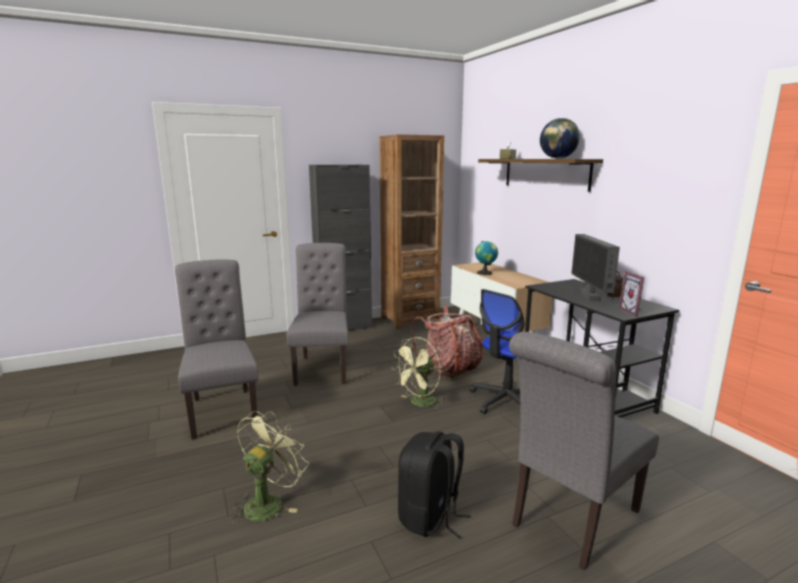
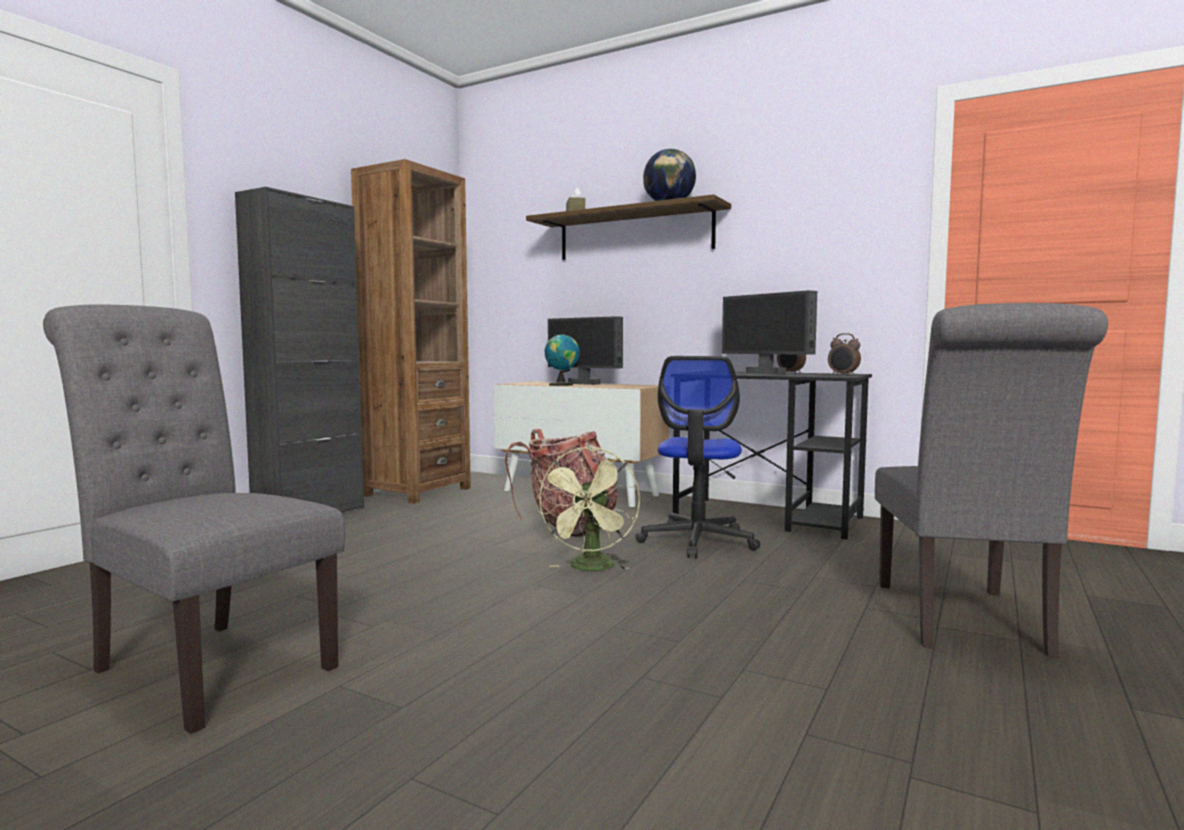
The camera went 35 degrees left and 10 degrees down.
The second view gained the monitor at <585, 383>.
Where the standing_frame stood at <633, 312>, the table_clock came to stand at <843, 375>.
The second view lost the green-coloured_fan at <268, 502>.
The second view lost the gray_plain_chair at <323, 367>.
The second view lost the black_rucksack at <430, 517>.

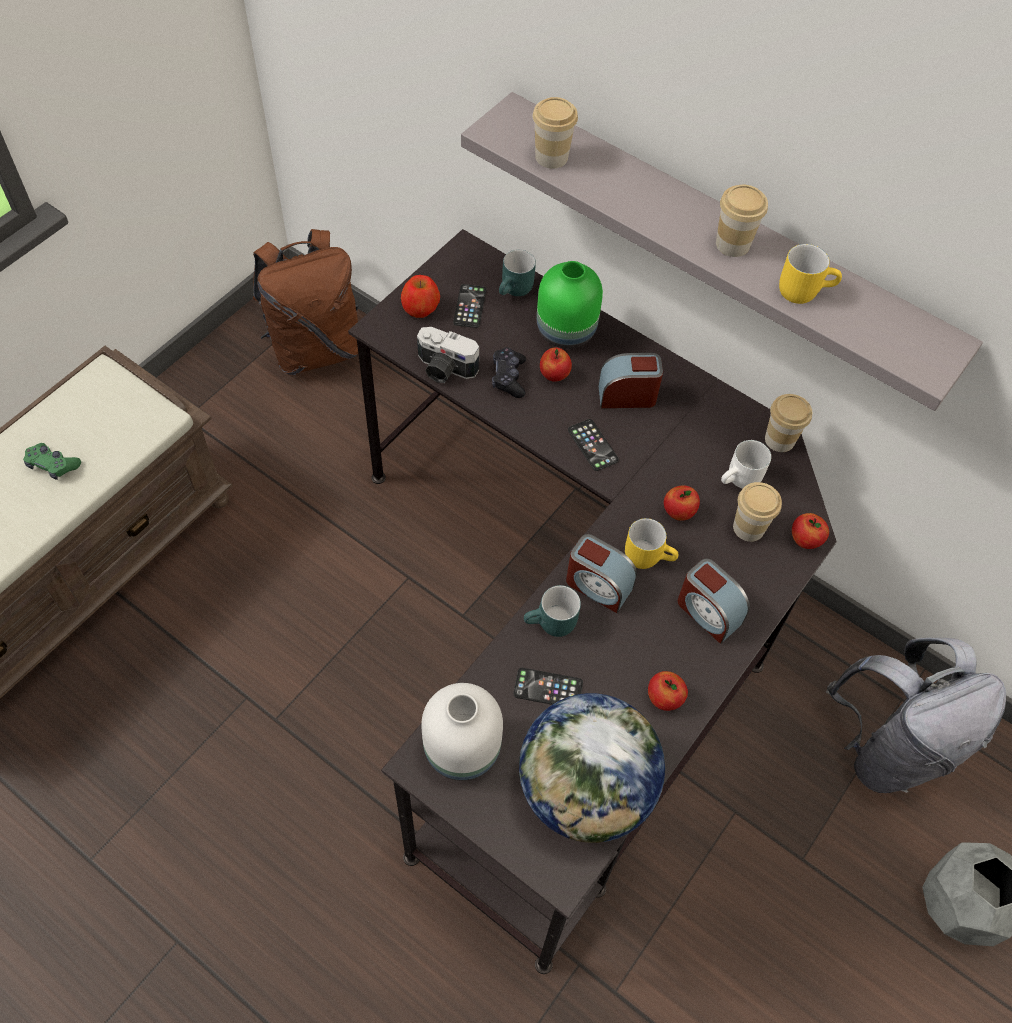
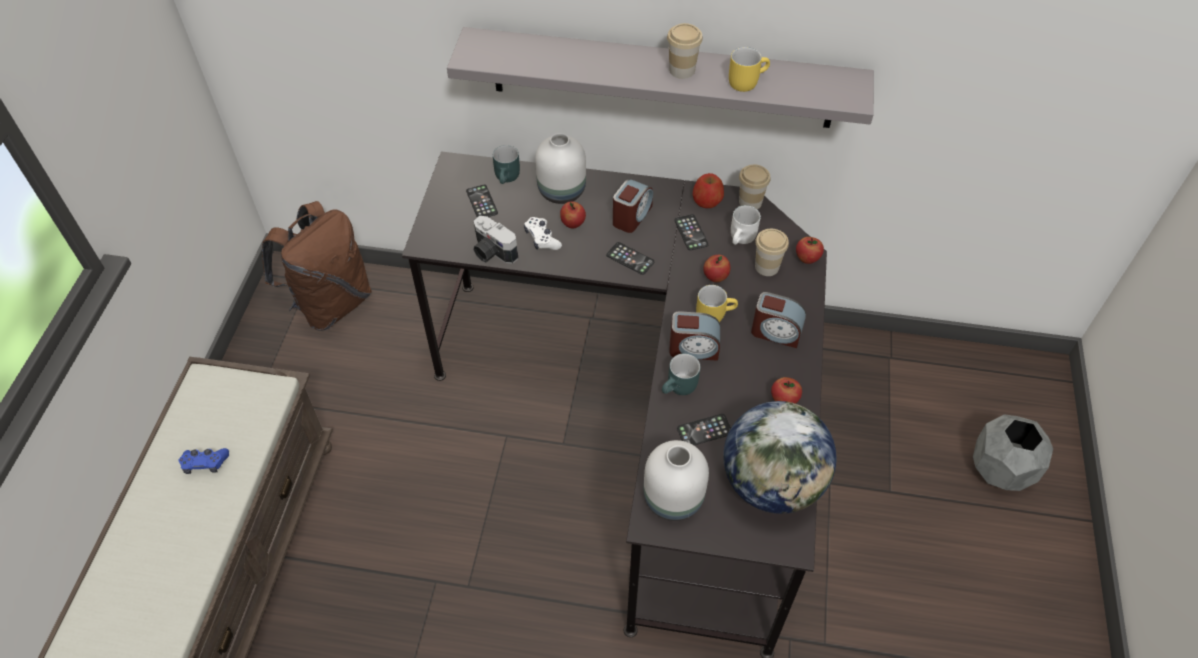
The camera went 25 degrees left and 5 degrees down.
What was the green-coloured_game_controller at <53, 465> turned into the blue_game_controller at <205, 463>.
The still_camera at <444, 369> ended up facing another way, 45 degrees clockwise from before.
What was the black_game_controller at <508, 377> turned into the white-coloured_game_controller at <542, 239>.
What was the green-coloured_flower_vase at <567, 331> turned into the white-coloured_flower_vase at <563, 191>.
The table_clock at <627, 395> ended up facing another way, 150 degrees clockwise from before.
The second view gained the phone at <691, 232>.
The apple_fruit ended up elsewhere, having gone from <420, 308> to <707, 200>.
The second view lost the drinking_cup at <551, 157>.
The second view lost the gray_rucksack at <888, 746>.

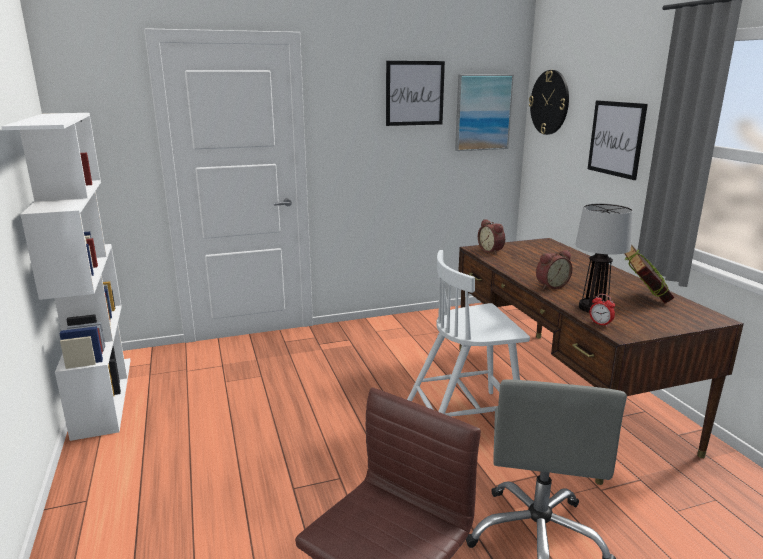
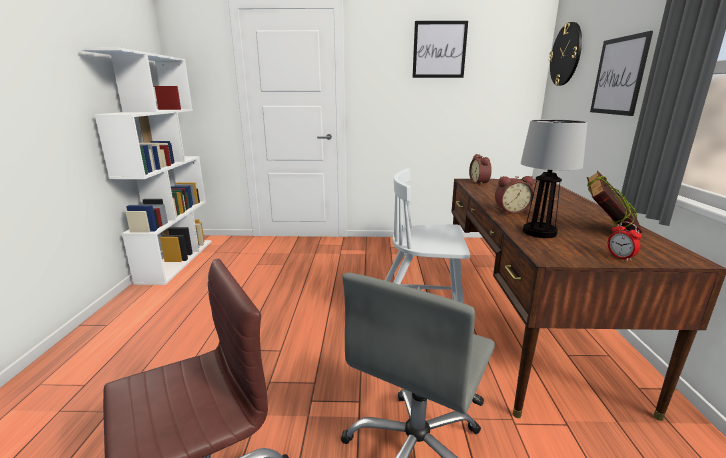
The camera went 20 degrees right and 0 degrees up.
The table_clock ended up elsewhere, having gone from <600, 324> to <620, 257>.
The second view lost the picture at <482, 112>.

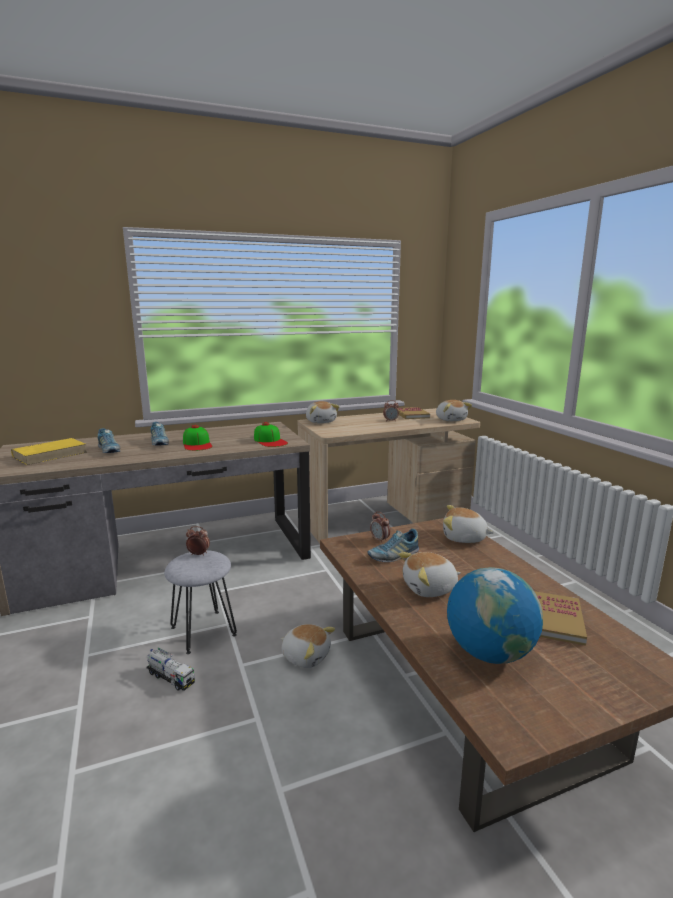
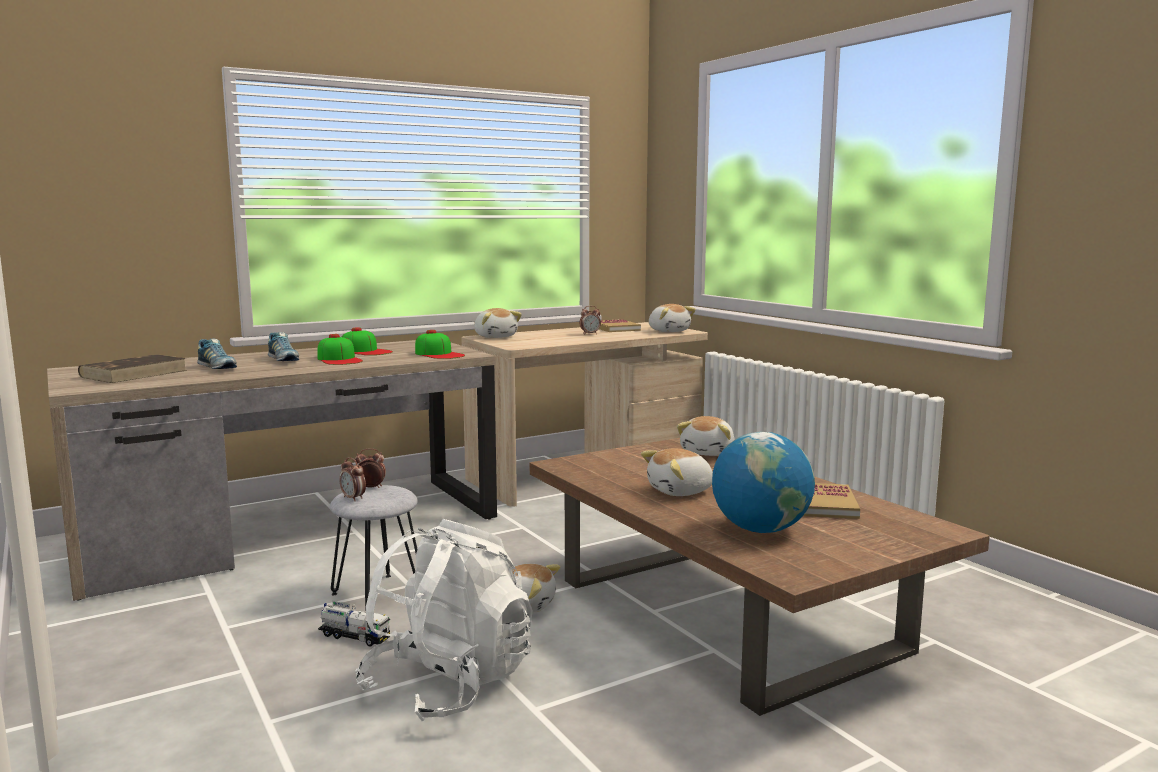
The camera went 10 degrees left and 5 degrees down.
What was the yellow_bound_book at <51, 454> turned into the brownish_bound_book at <135, 373>.
The table_clock ended up elsewhere, having gone from <379, 540> to <353, 498>.
The second view gained the peaked_cap at <365, 351>.
The second view gained the white-coloured_rucksack at <449, 684>.
The soft_toy at <464, 538> ended up facing another way, 75 degrees counterclockwise from before.
The second view lost the low_shoe at <393, 555>.

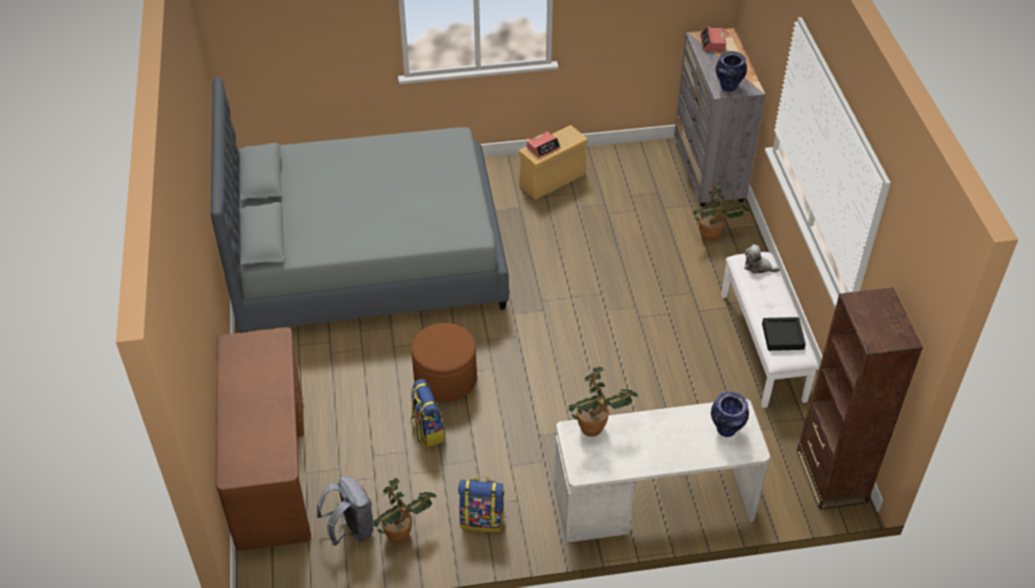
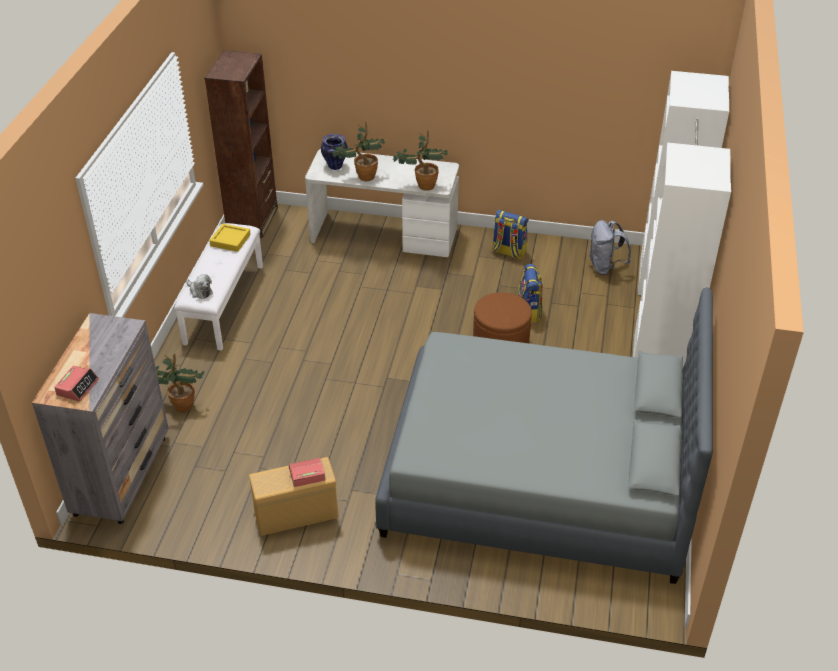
The camera went 160 degrees left and 5 degrees down.
What was the black_tray at <782, 336> turned into the yellow_tray at <230, 240>.
The potted_plant ended up elsewhere, having gone from <404, 533> to <362, 176>.
Where the brownish_desk stood at <270, 466>, the white-coloured_wardrobe came to stand at <662, 318>.
The second view lost the flower_vase at <728, 87>.

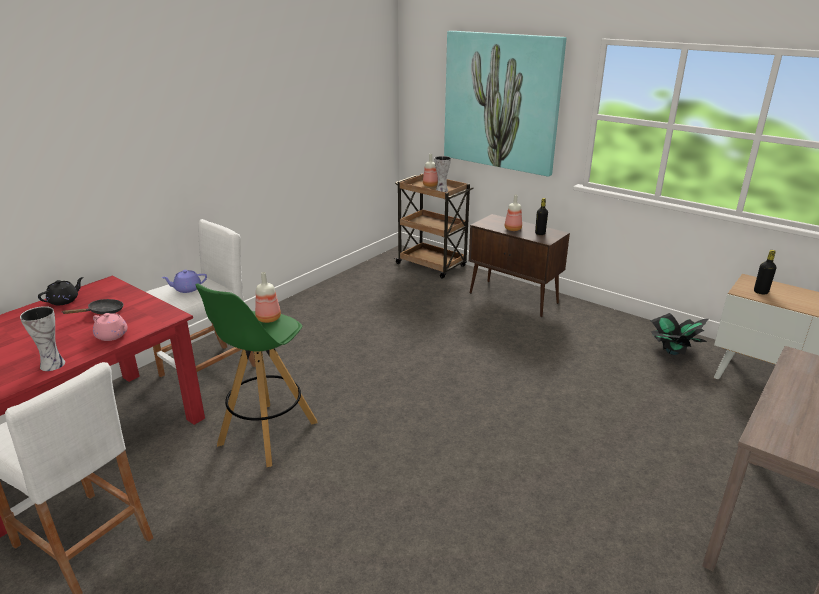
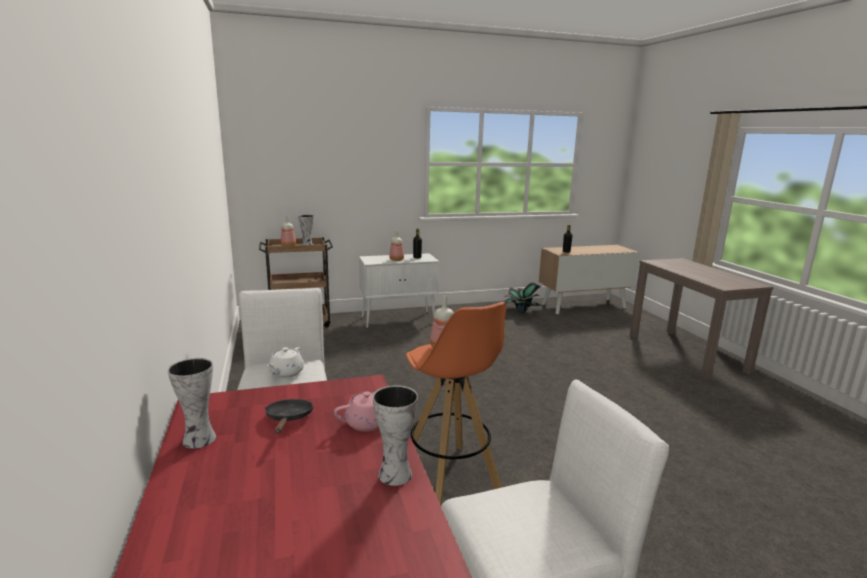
The camera went 55 degrees left and 10 degrees down.
Where the black_tea_pot stood at <64, 300>, the flower_vase came to stand at <198, 440>.
What was the purplish_tea_pot at <187, 289> turned into the white-coloured_tea_pot at <286, 373>.
What was the brownish_cabinet at <514, 298> turned into the white-coloured_cabinet at <399, 319>.
What was the green-coloured_stool_seat at <267, 434> turned into the orange_stool_seat at <450, 477>.
The second view lost the picture at <501, 102>.

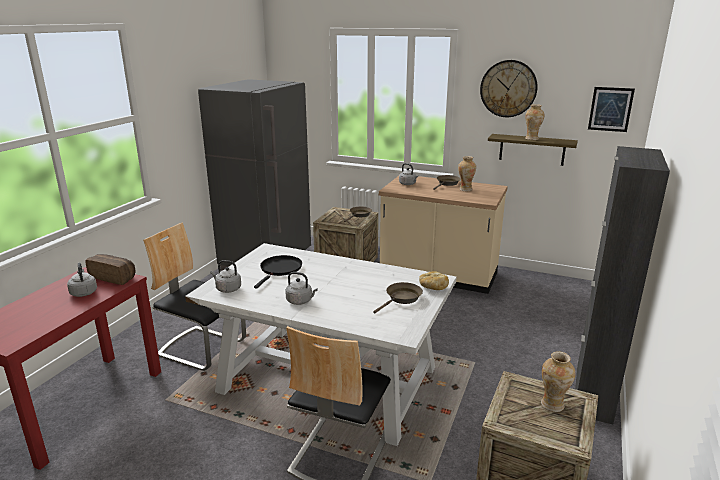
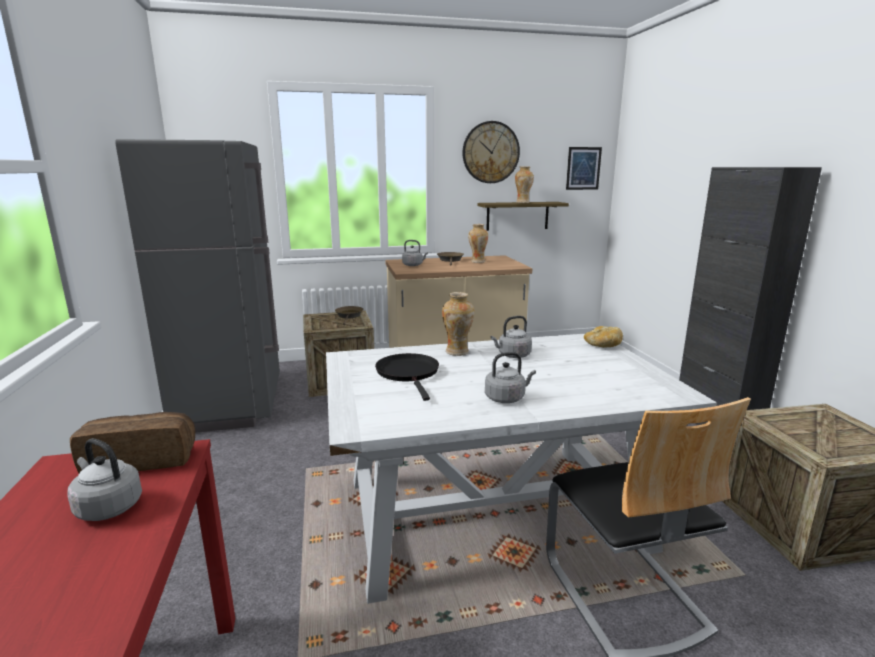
The camera went 35 degrees left and 5 degrees down.
The flower_vase ended up elsewhere, having gone from <552, 405> to <457, 352>.
The gray_tea_kettle ended up elsewhere, having gone from <227, 289> to <512, 355>.
The second view lost the plain_chair at <202, 348>.
The second view lost the brownish_skillet at <402, 299>.

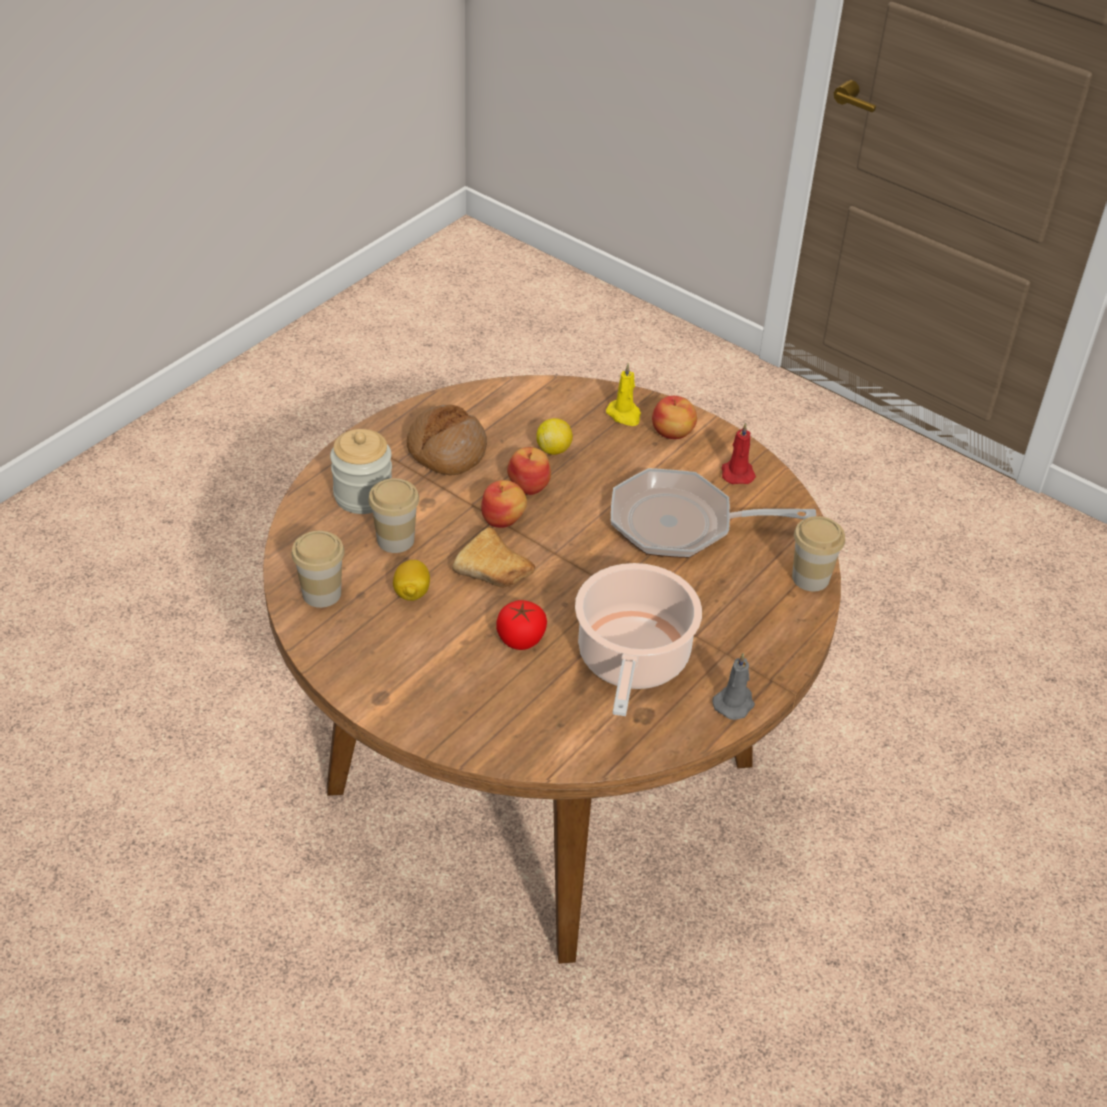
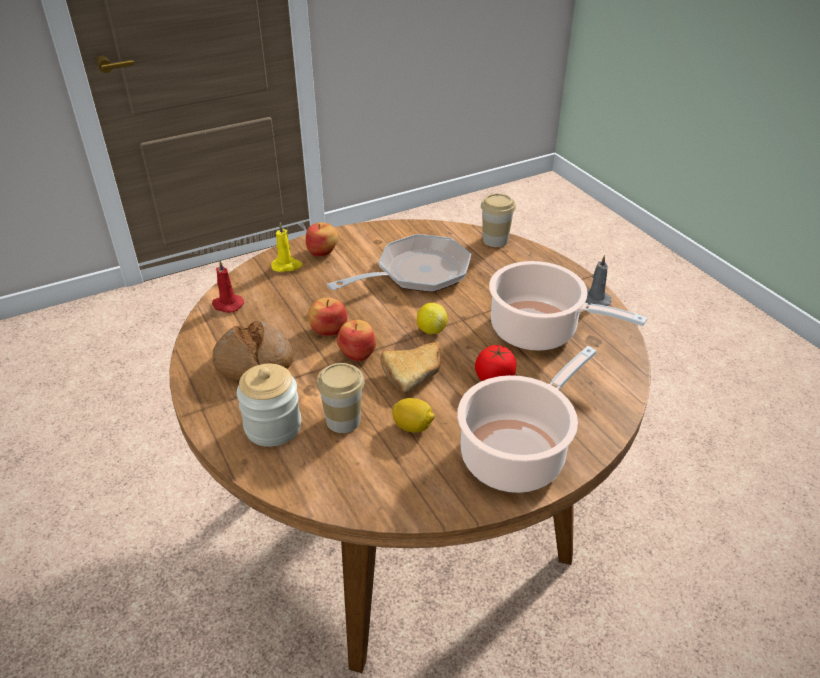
The camera went 65 degrees left and 5 degrees down.
The red_wax_light ended up elsewhere, having gone from <737, 472> to <227, 305>.
The skillet at <682, 524> ended up facing another way, 150 degrees counterclockwise from before.
The lemon ended up elsewhere, having gone from <554, 449> to <431, 330>.
The second view gained the cooking_pot at <517, 453>.
The second view lost the drinking_cup at <321, 593>.

